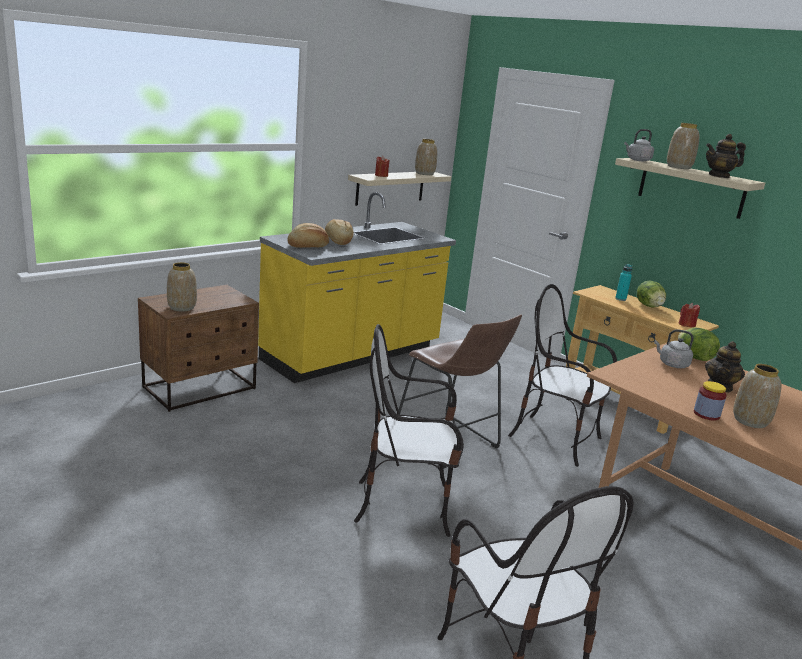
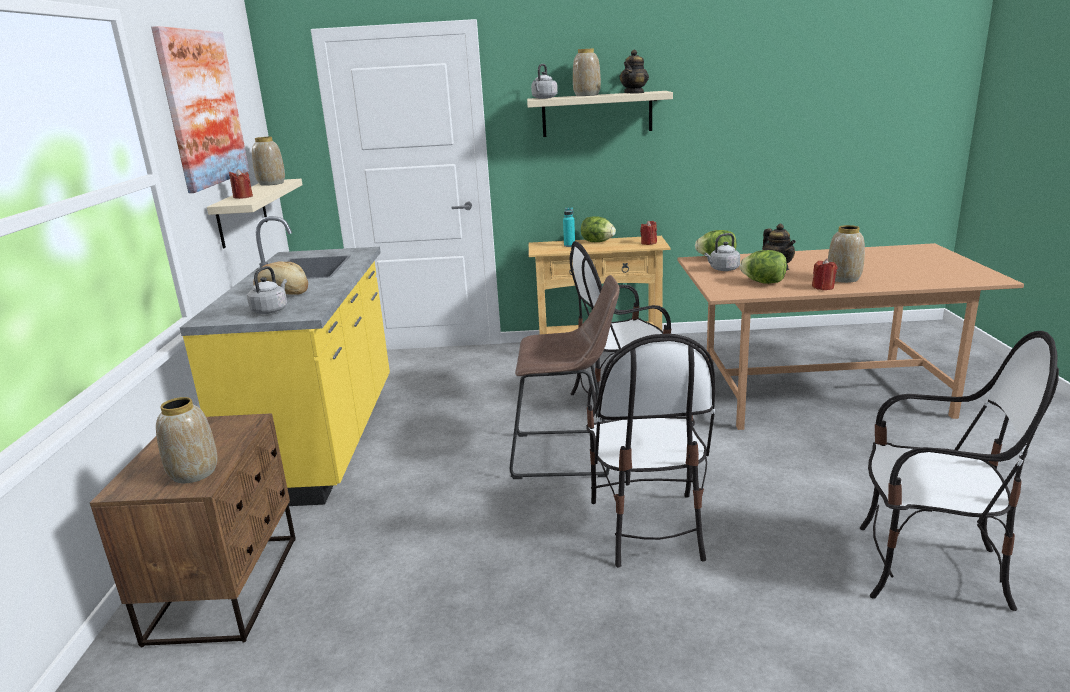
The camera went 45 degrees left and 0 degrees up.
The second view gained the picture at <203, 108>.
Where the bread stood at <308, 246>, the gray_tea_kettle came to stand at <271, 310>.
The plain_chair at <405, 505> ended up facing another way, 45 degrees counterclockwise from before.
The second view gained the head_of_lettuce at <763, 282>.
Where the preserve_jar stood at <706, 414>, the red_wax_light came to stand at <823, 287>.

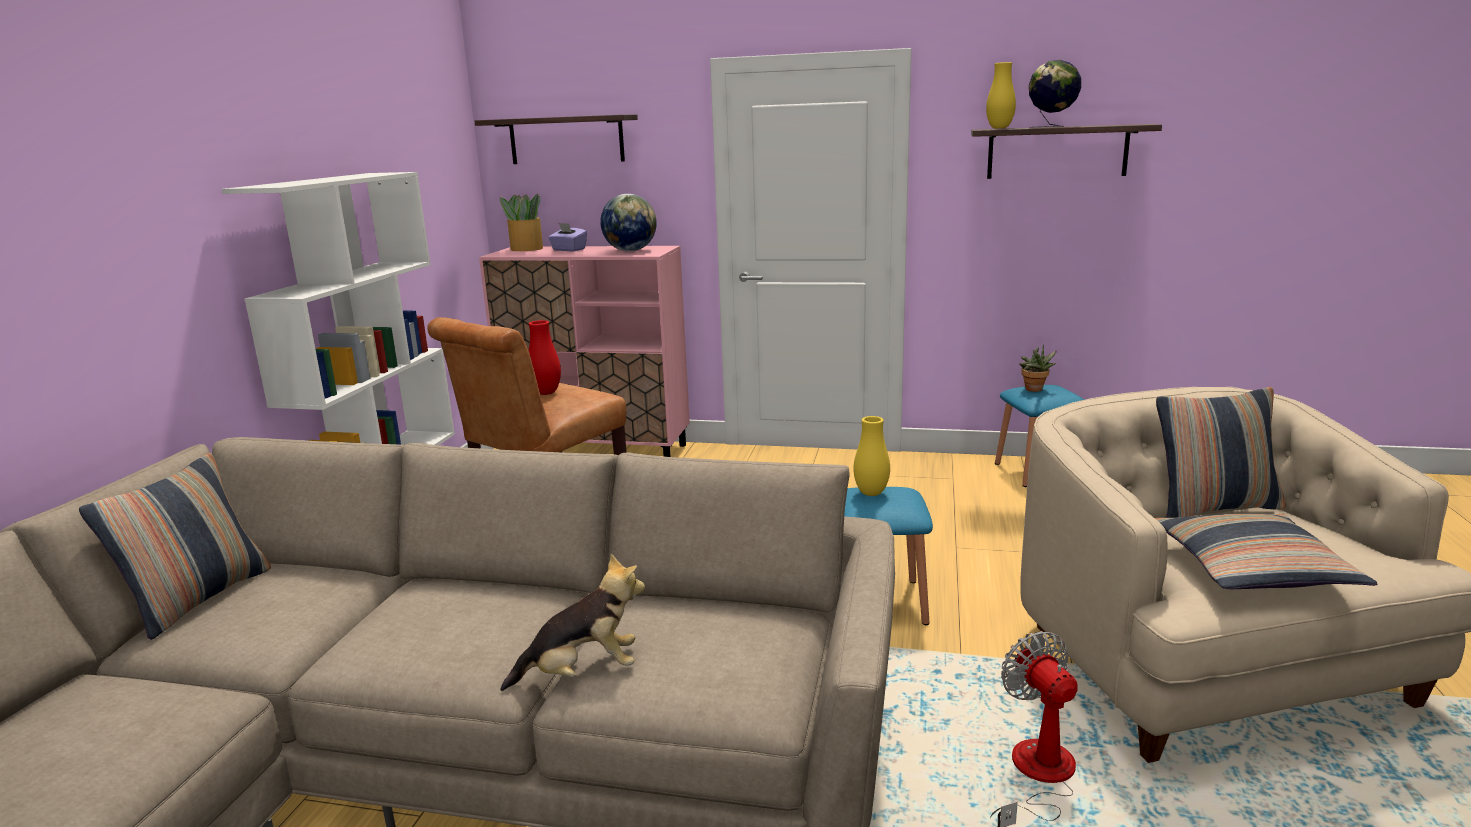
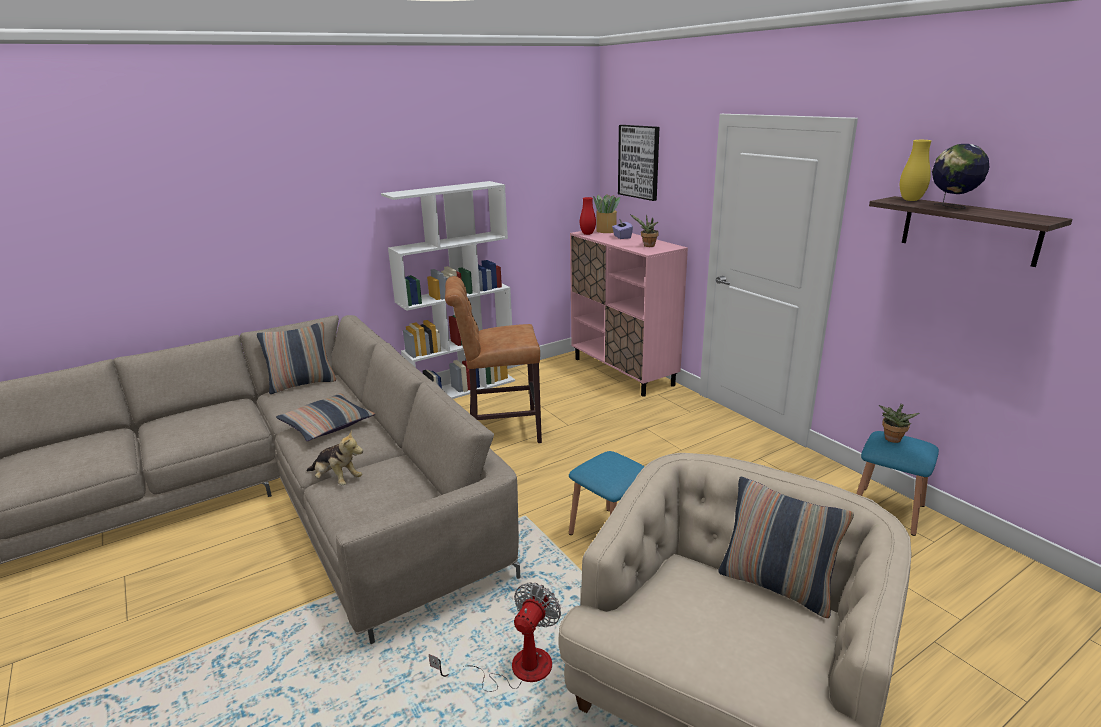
The camera went 45 degrees right and 5 degrees up.
The cushion ended up elsewhere, having gone from <1252, 569> to <327, 425>.
The red_flower_vase ended up elsewhere, having gone from <546, 393> to <587, 234>.
Where the shelf hung at <566, 140>, the picture came to hang at <639, 162>.
Where the world_globe stood at <630, 251>, the potted_plant came to stand at <647, 246>.
The second view lost the yellow_flower_vase at <871, 493>.

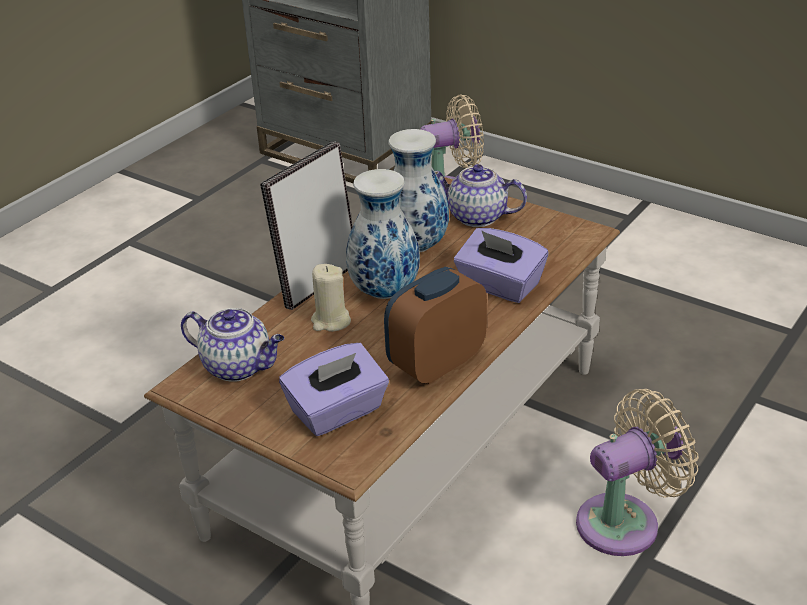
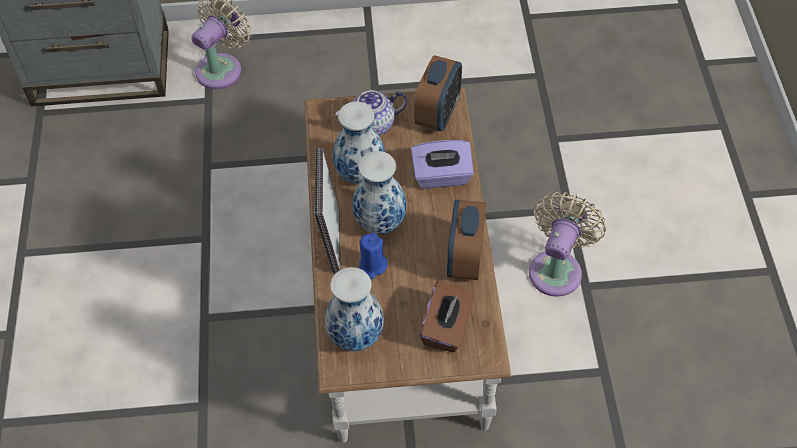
The camera went 40 degrees left and 20 degrees up.
Where the tea_pot stood at <239, 367>, the flower_vase came to stand at <356, 335>.
What was the beige-coloured_wax_light at <331, 321> turned into the blue_wax_light at <372, 266>.
The second view gained the table_clock at <438, 114>.
What was the purplish_box_of_tissues at <337, 412> turned into the brownish_box_of_tissues at <447, 328>.

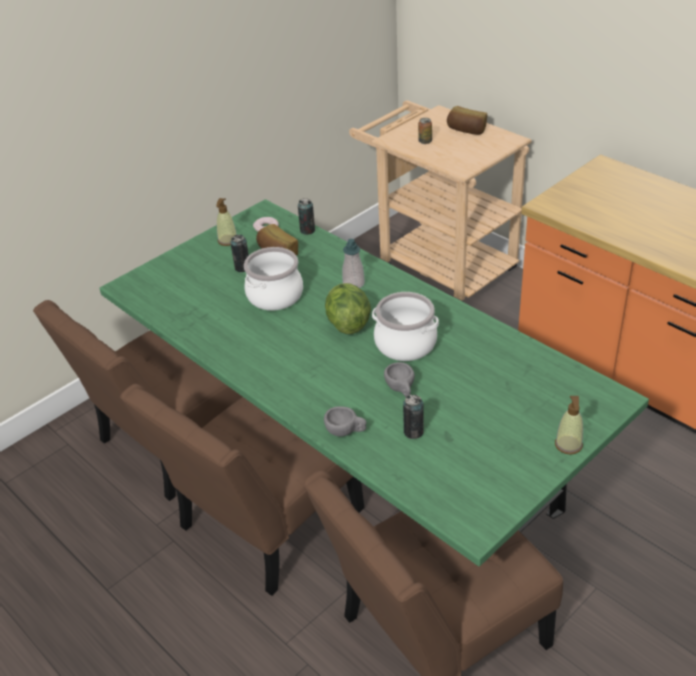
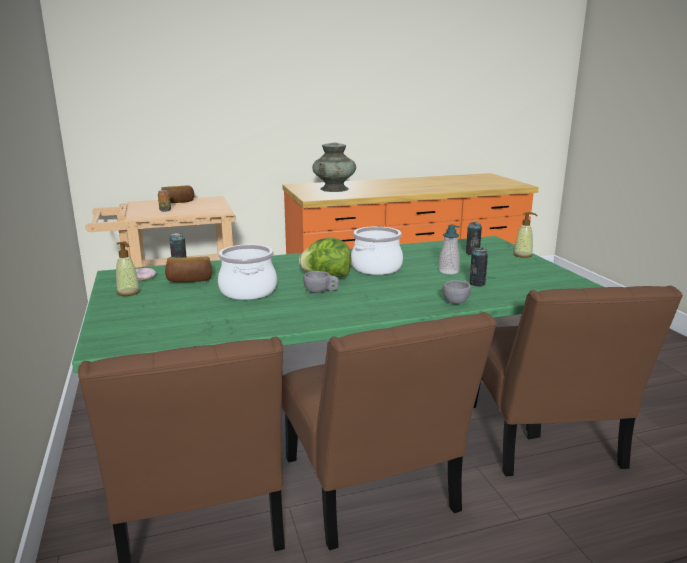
The camera went 65 degrees left and 20 degrees down.
The gray_drinking_cup ended up elsewhere, having gone from <401, 389> to <321, 292>.
The second view gained the blue-green_flower_vase at <334, 189>.
The soap_bottle ended up elsewhere, having gone from <353, 284> to <448, 271>.
The metal_can ended up elsewhere, having gone from <242, 267> to <472, 253>.

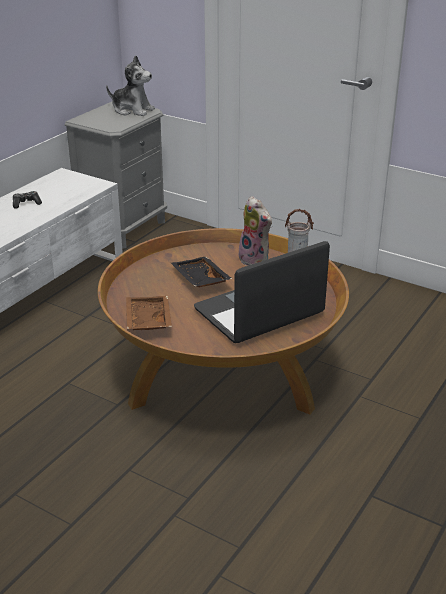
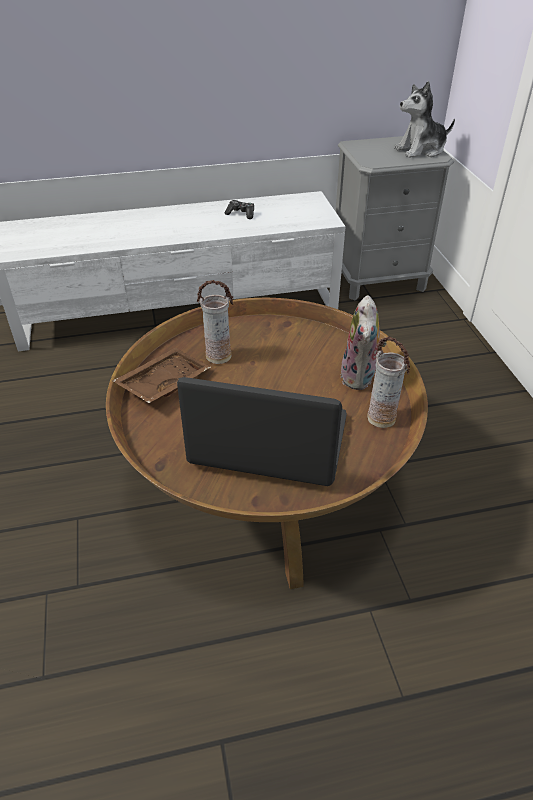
The camera went 45 degrees right and 10 degrees up.
The second view gained the flower_vase at <218, 356>.
The soft_toy at <132, 110> ended up facing another way, 90 degrees clockwise from before.
The second view lost the black_tray at <199, 280>.

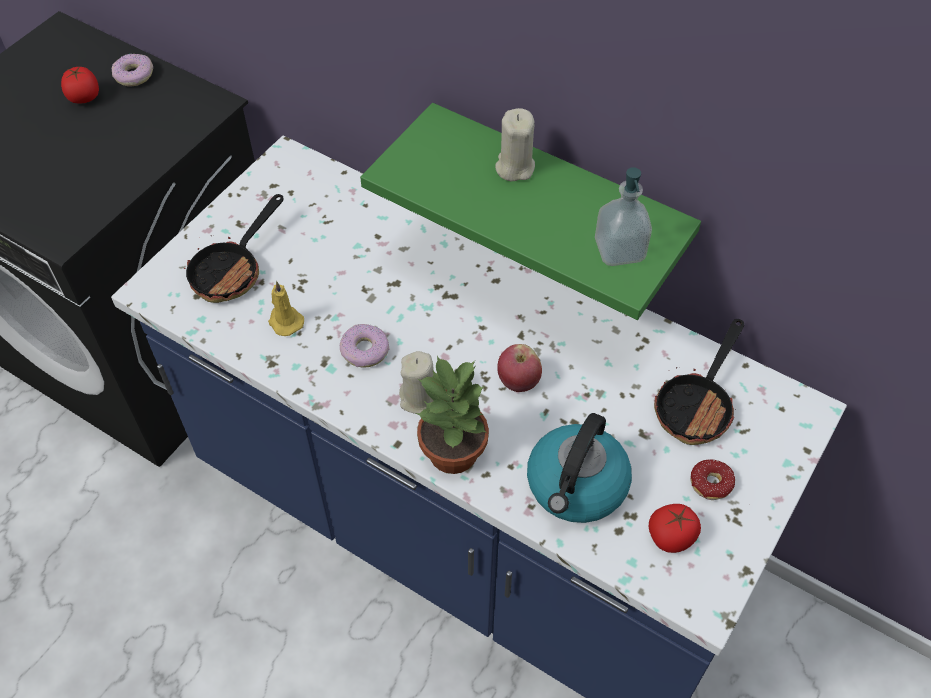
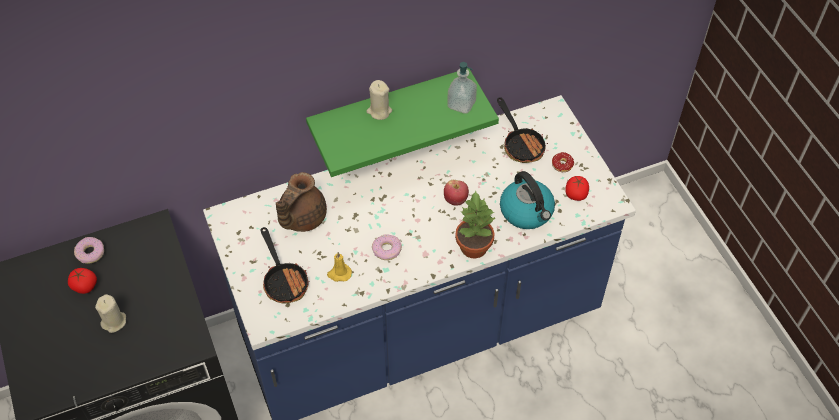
The camera went 55 degrees left and 0 degrees up.
The beige-coloured_wax_light ended up elsewhere, having gone from <420, 398> to <114, 321>.
The second view gained the brownish_tea_pot at <301, 218>.

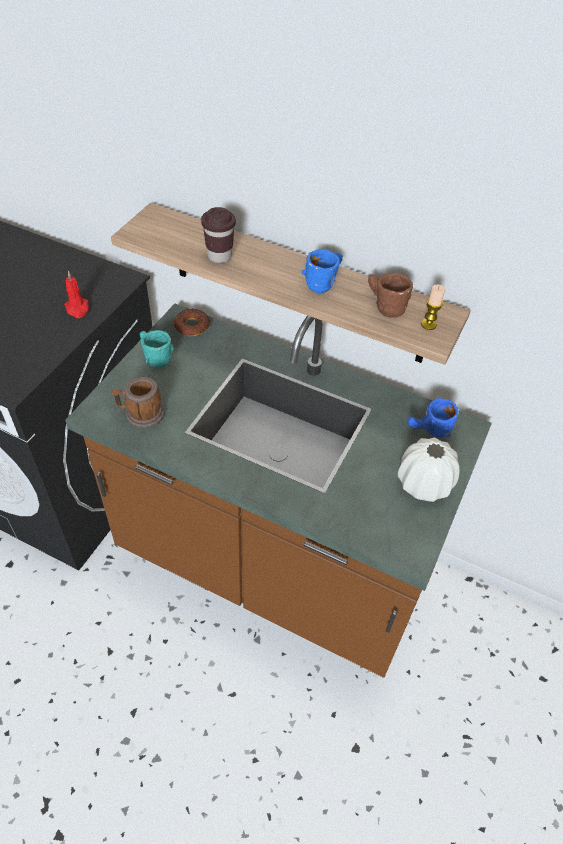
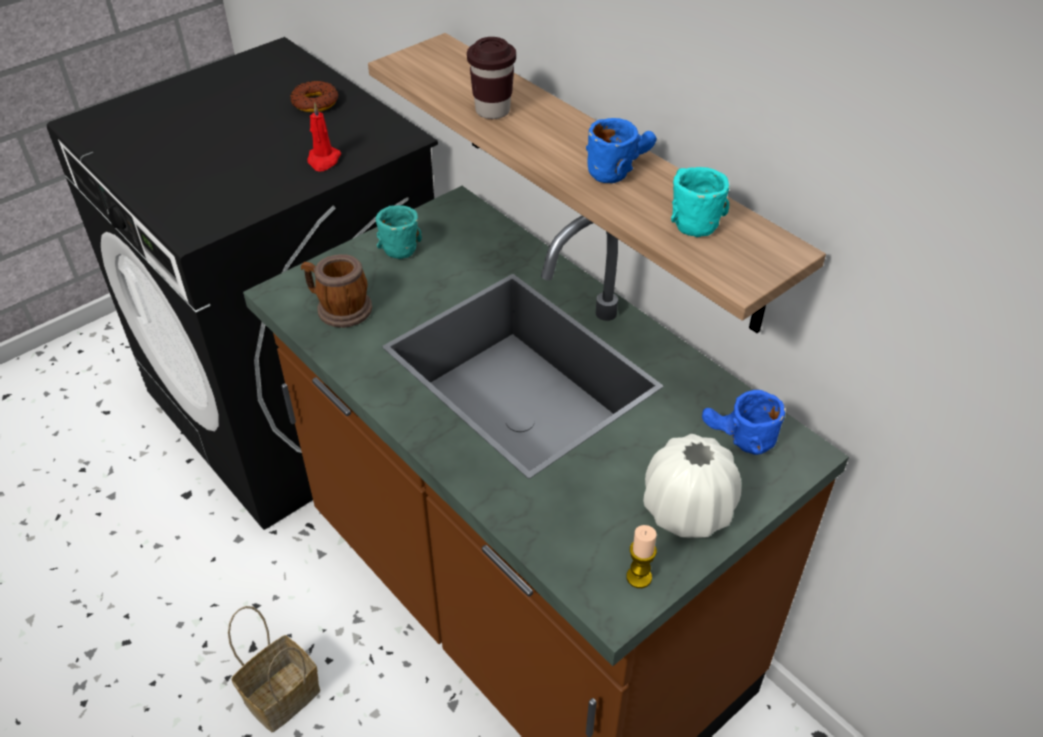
The camera went 25 degrees right and 5 degrees down.
The second view gained the basket at <283, 693>.
The donut ended up elsewhere, having gone from <191, 326> to <315, 102>.
The wax_light ended up elsewhere, having gone from <428, 324> to <639, 577>.
What was the brownish_coffee_mug at <382, 305> turned into the blue-green_coffee_mug at <687, 217>.

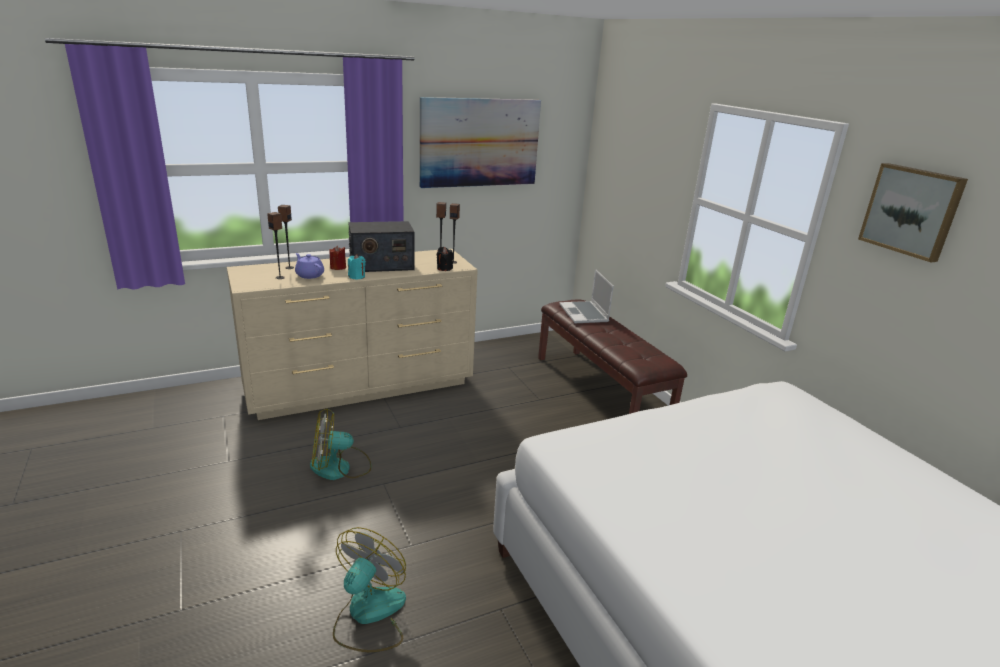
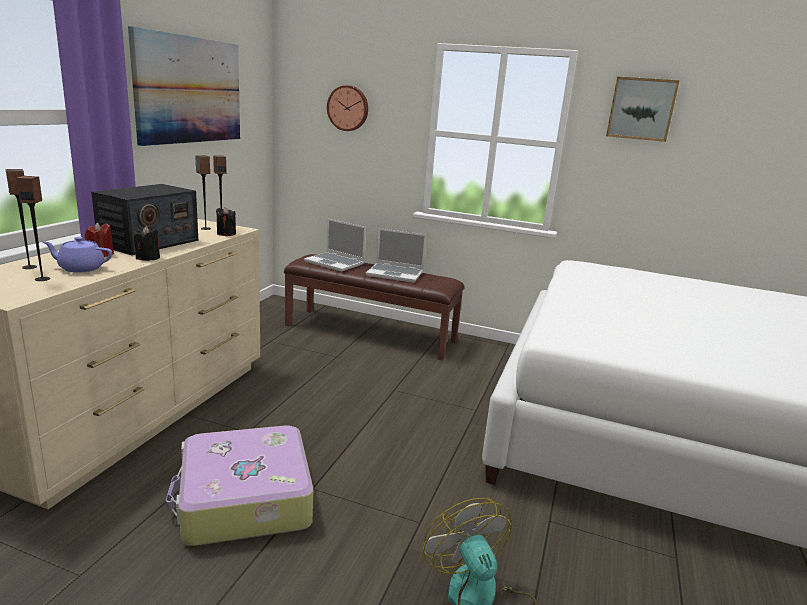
The camera went 45 degrees left and 5 degrees down.
What was the blue-green_wax_light at <357, 277> turned into the black_wax_light at <148, 258>.
Where the fan stood at <340, 467>, the travel_case came to stand at <244, 500>.
The second view gained the hanging_clock at <348, 108>.
The second view gained the portable_computer at <396, 274>.

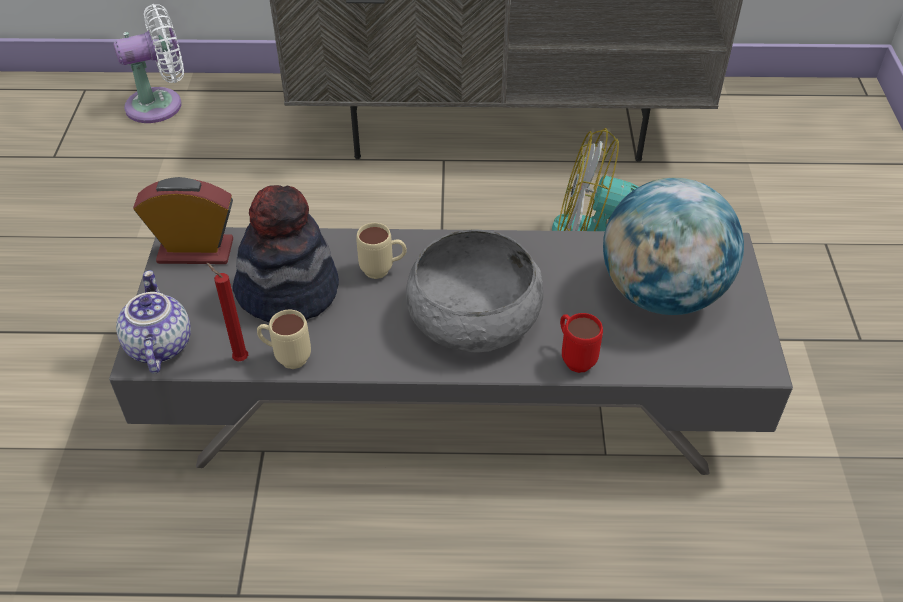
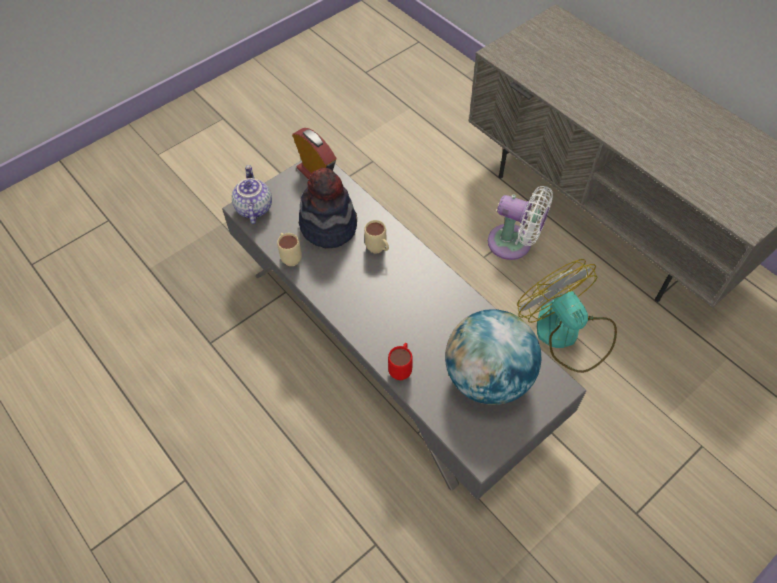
The camera went 50 degrees right and 10 degrees up.
The tea_pot at <157, 345> ended up facing another way, 45 degrees counterclockwise from before.
The white-coloured_fan ended up elsewhere, having gone from <160, 105> to <514, 244>.
The second view lost the red_wax_light at <239, 358>.
The second view lost the gray_bowl at <473, 316>.

